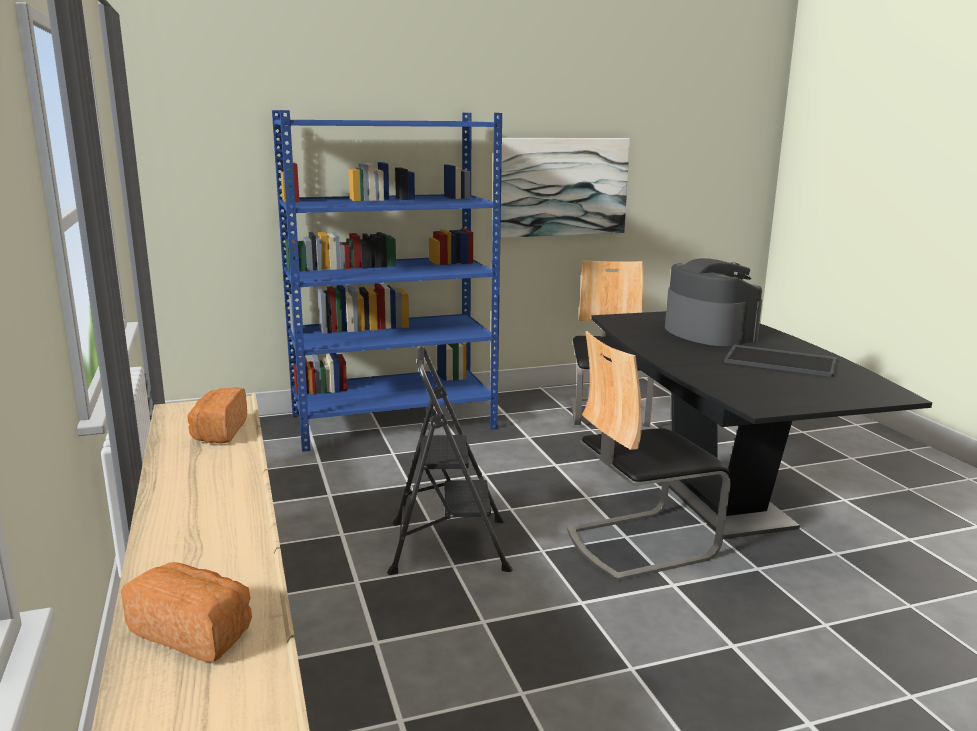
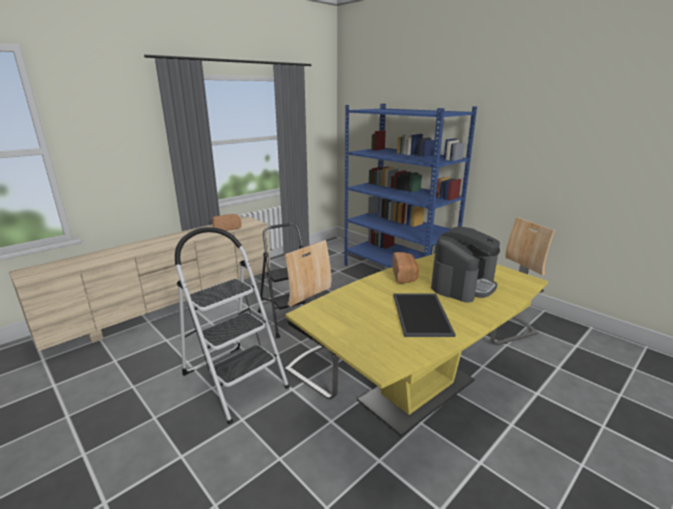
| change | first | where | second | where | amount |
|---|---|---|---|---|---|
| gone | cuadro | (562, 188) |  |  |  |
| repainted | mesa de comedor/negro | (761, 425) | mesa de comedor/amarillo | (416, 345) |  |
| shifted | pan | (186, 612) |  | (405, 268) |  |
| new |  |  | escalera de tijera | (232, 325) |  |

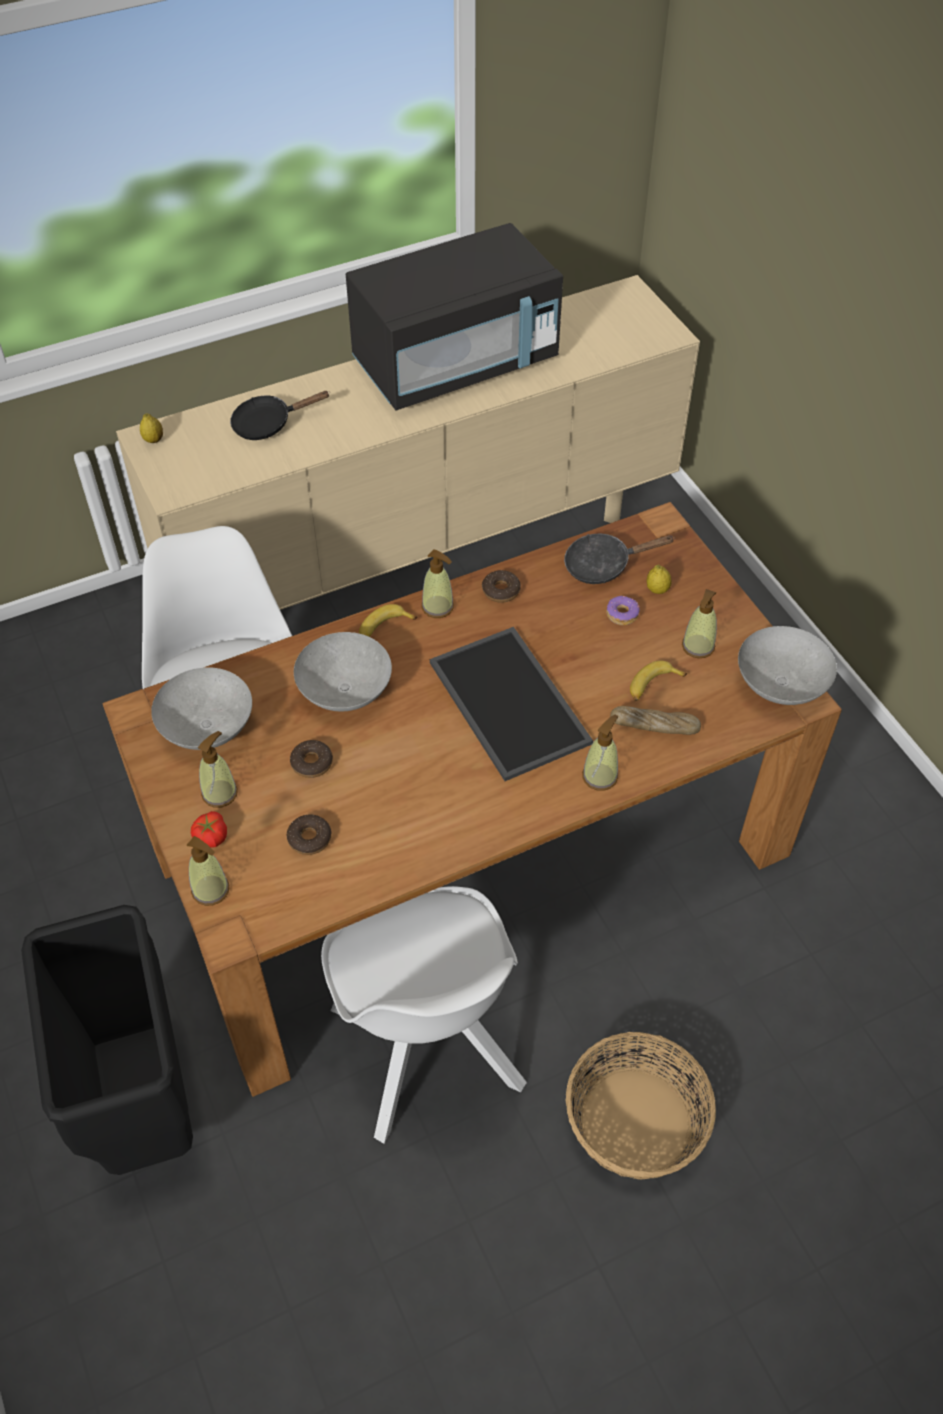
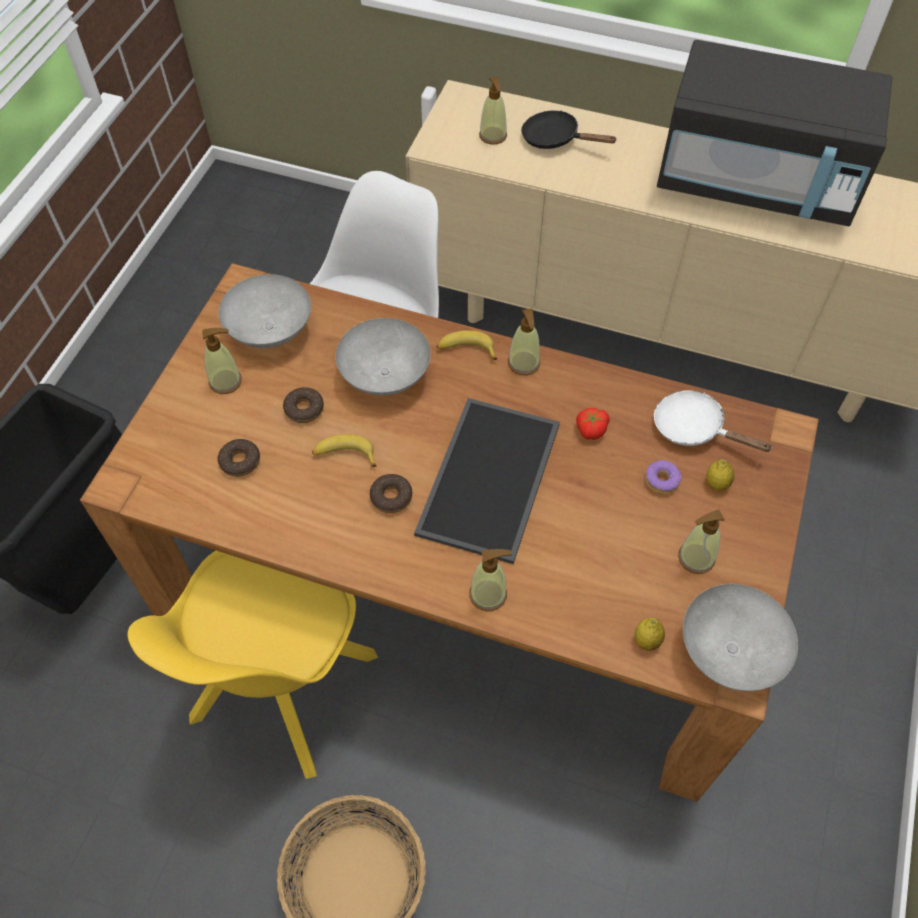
| change | first | where | second | where | amount |
|---|---|---|---|---|---|
| shifted | limón | (151, 428) |  | (650, 634) |  |
| repainted | sartén/negro | (619, 559) | sartén/blanco | (713, 421) |  |
| shifted | rosquilla | (501, 586) |  | (391, 493) |  |
| shifted | plátano | (658, 681) |  | (344, 450) |  |
| gone | pan | (655, 720) |  |  |  |
| shifted | tomate | (209, 829) |  | (593, 424) |  |
| shifted | dispensador de jabón | (208, 871) |  | (493, 111) |  |
| repainted | silla/blanco | (424, 1015) | silla/amarillo | (253, 665) |  |

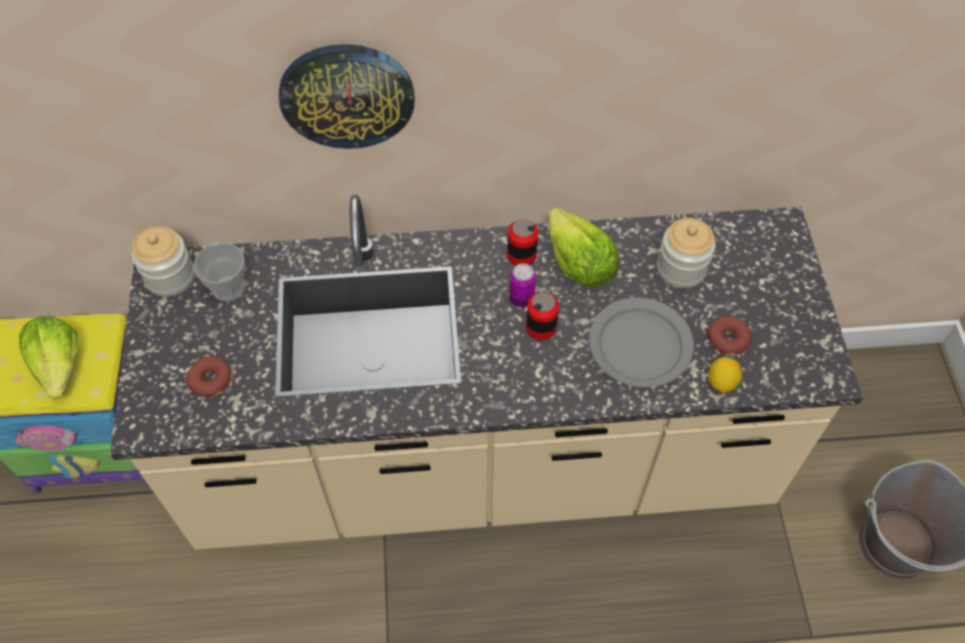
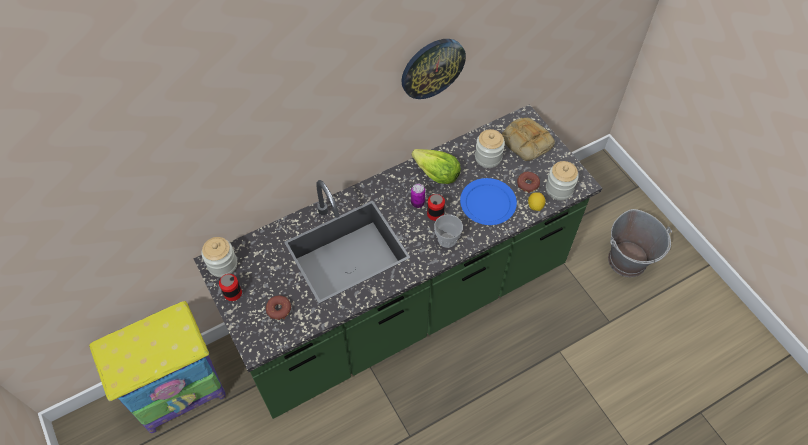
| change | first | where | second | where | amount |
|---|---|---|---|---|---|
| shifted | reloj de pared | (347, 96) |  | (433, 69) |  |
| repainted | mueble bajo de cocina/beis | (486, 372) | mueble bajo de cocina/verde | (397, 261) |  |
| shifted | lata | (522, 242) |  | (230, 287) |  |
| shifted | taza | (220, 272) |  | (448, 231) |  |
| repainted | plato/gris | (641, 342) | plato/azul | (488, 201) |  |
| gone | lechuga | (48, 357) |  |  |  |
| new |  |  | pan | (528, 139) |  |
| new |  |  | tarro | (562, 180) |  |

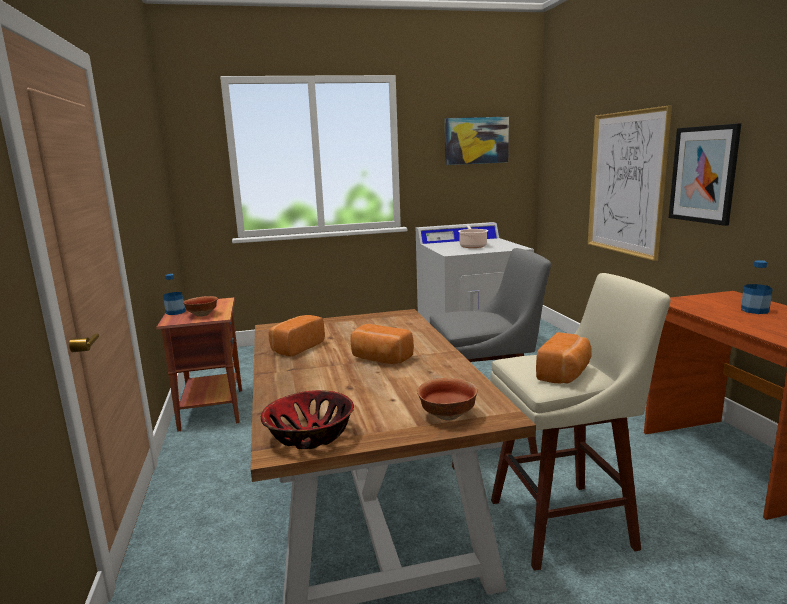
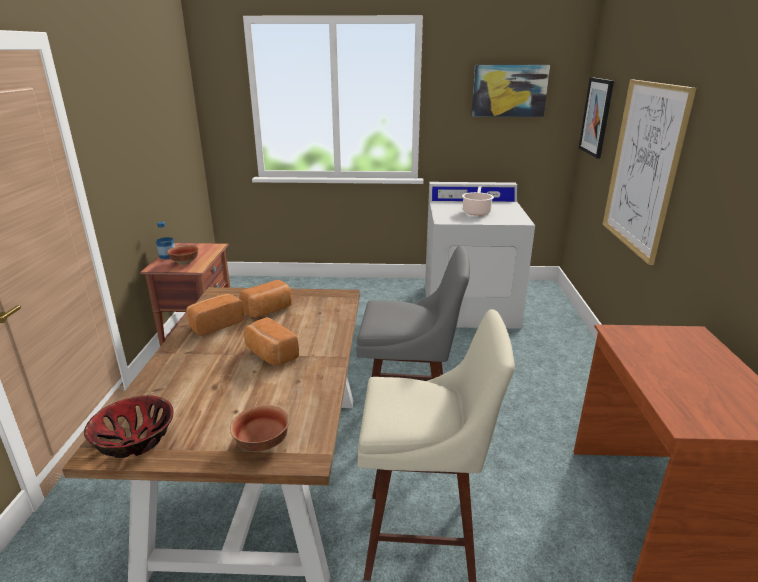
| change | first | where | second | where | amount |
|---|---|---|---|---|---|
| shifted | cuadro | (705, 174) |  | (596, 118) |  |
| gone | botella | (757, 287) |  |  |  |
| shifted | pan | (564, 358) |  | (265, 299) |  |

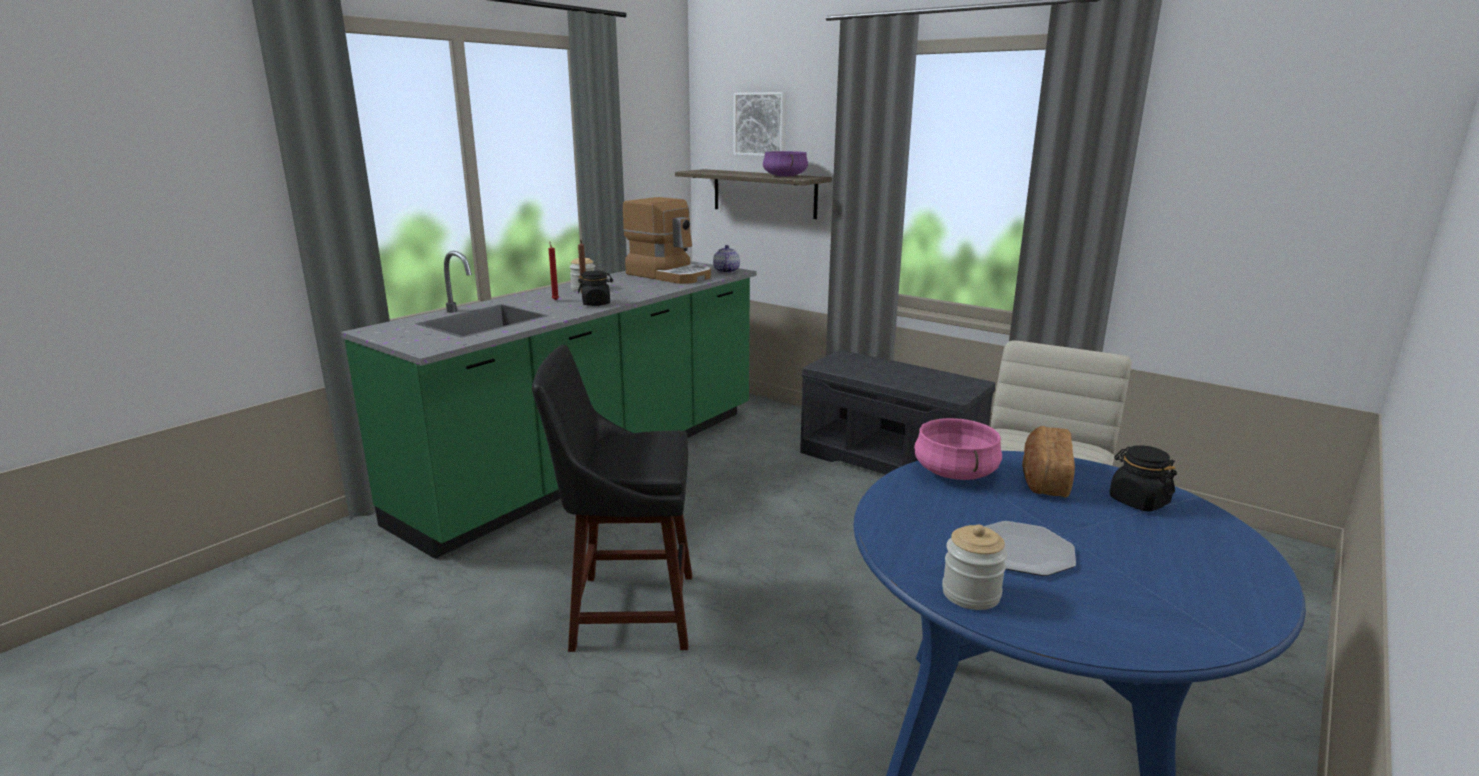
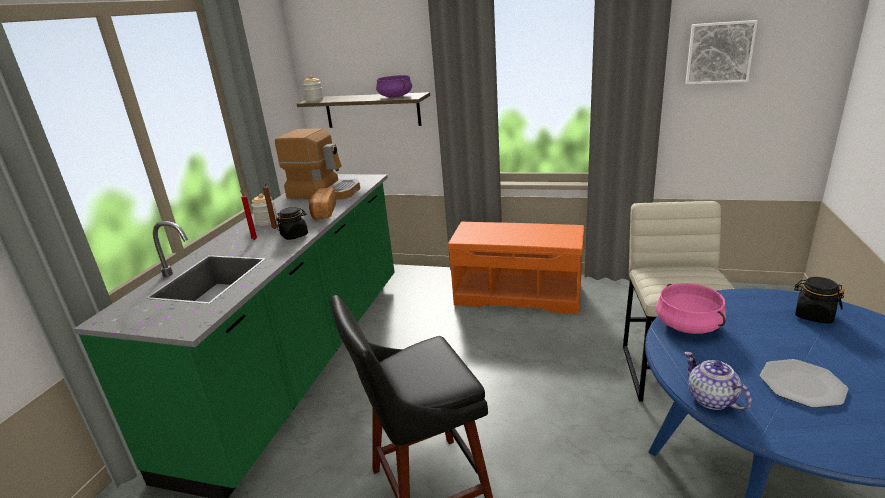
| change | first | where | second | where | amount |
|---|---|---|---|---|---|
| shifted | cuadro | (760, 124) |  | (721, 52) |  |
| shifted | tetera | (726, 259) |  | (718, 381) |  |
| repainted | banco/gris | (897, 412) | banco/naranja | (516, 268) |  |
| shifted | pan | (1048, 462) |  | (322, 203) |  |
| shifted | tarro | (975, 567) |  | (313, 88) |  |

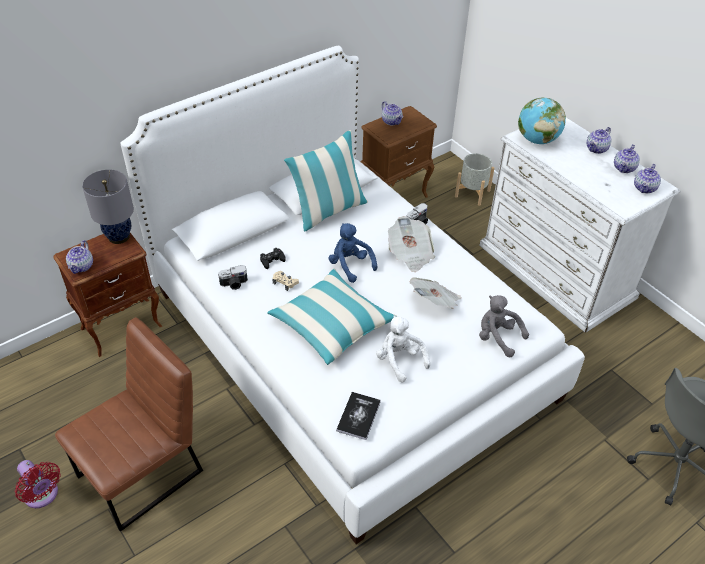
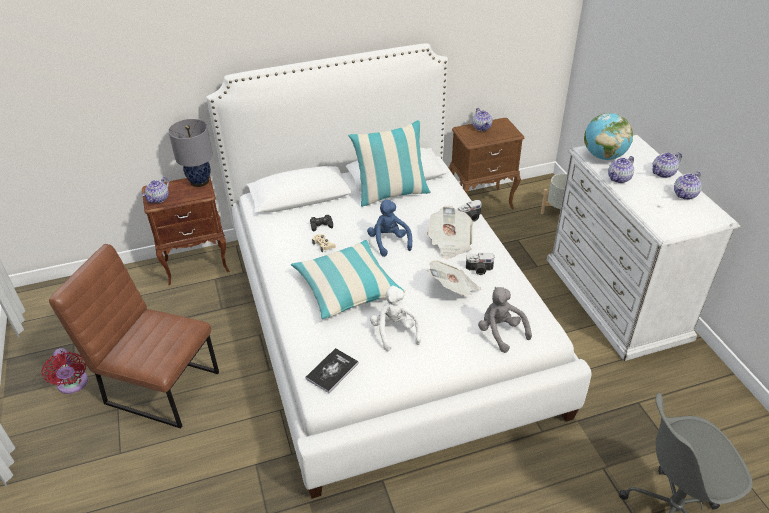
| change | first | where | second | where | amount |
|---|---|---|---|---|---|
| shifted | tetera | (647, 178) |  | (621, 169) |  |
| shifted | cámara | (233, 277) |  | (480, 264) |  |
| rotated | silla/marrón | (129, 424) |  | (134, 336) | 135 degrees counterclockwise |

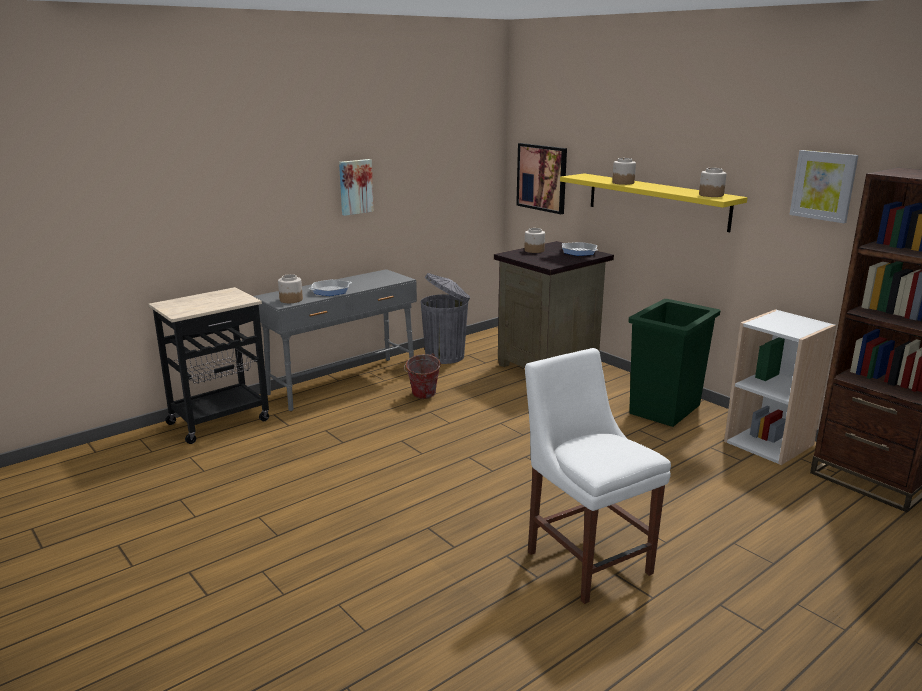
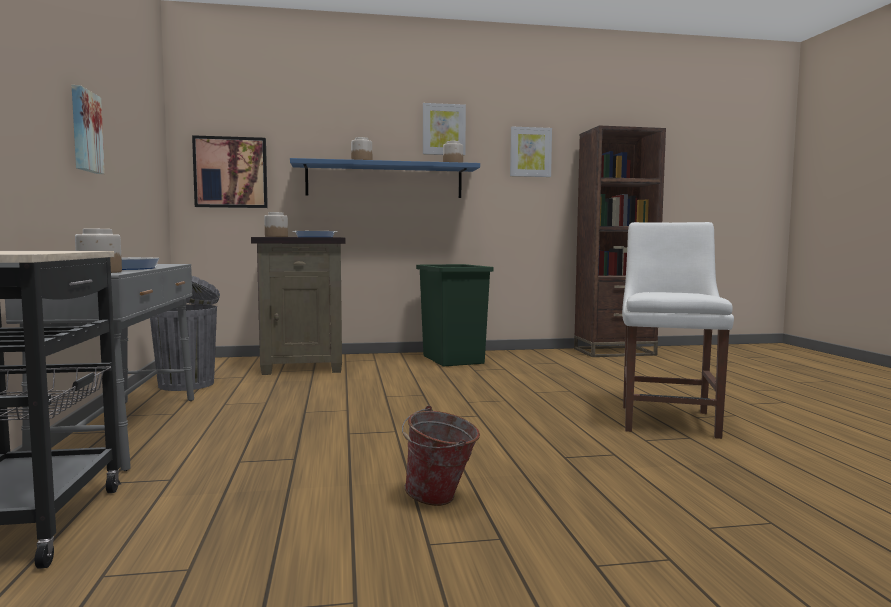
| change | first | where | second | where | amount |
|---|---|---|---|---|---|
| repainted | estante/amarillo | (654, 202) | estante/azul | (385, 178) |  |
| gone | estantería | (780, 387) |  |  |  |
| rotated | silla/blanco | (598, 476) |  | (678, 330) | 105 degrees clockwise |
| shifted | cubo | (422, 376) |  | (441, 456) |  |
| new |  |  | cuadro | (444, 129) |  |

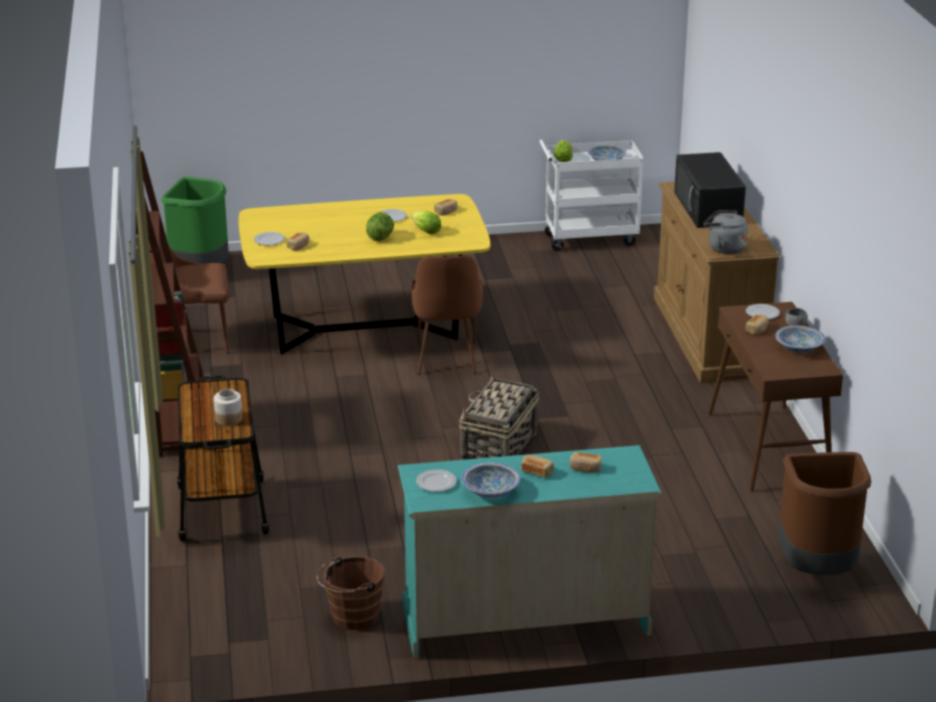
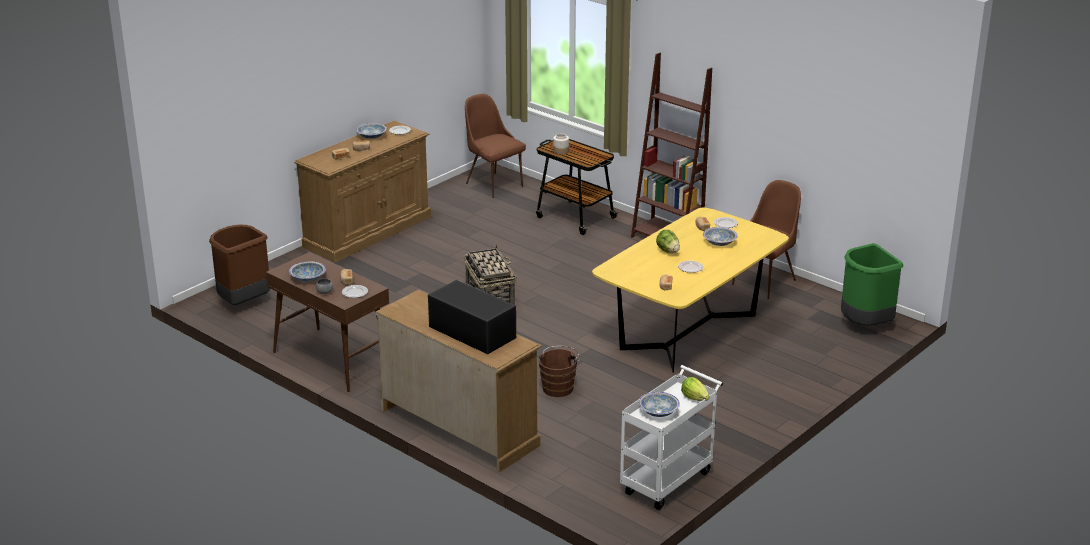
| change | first | where | second | where | amount |
|---|---|---|---|---|---|
| gone | hervidor/gris | (725, 232) |  |  |  |
| gone | lechuga | (426, 222) |  |  |  |
| shifted | silla/marrón | (447, 315) |  | (495, 146) |  |
| repainted | armario/turquesa | (530, 552) | armario/marrón | (362, 192) |  |
| shifted | cubo/marrón | (351, 593) |  | (558, 371) |  |
| new |  |  | cuenco | (720, 236) |  |

